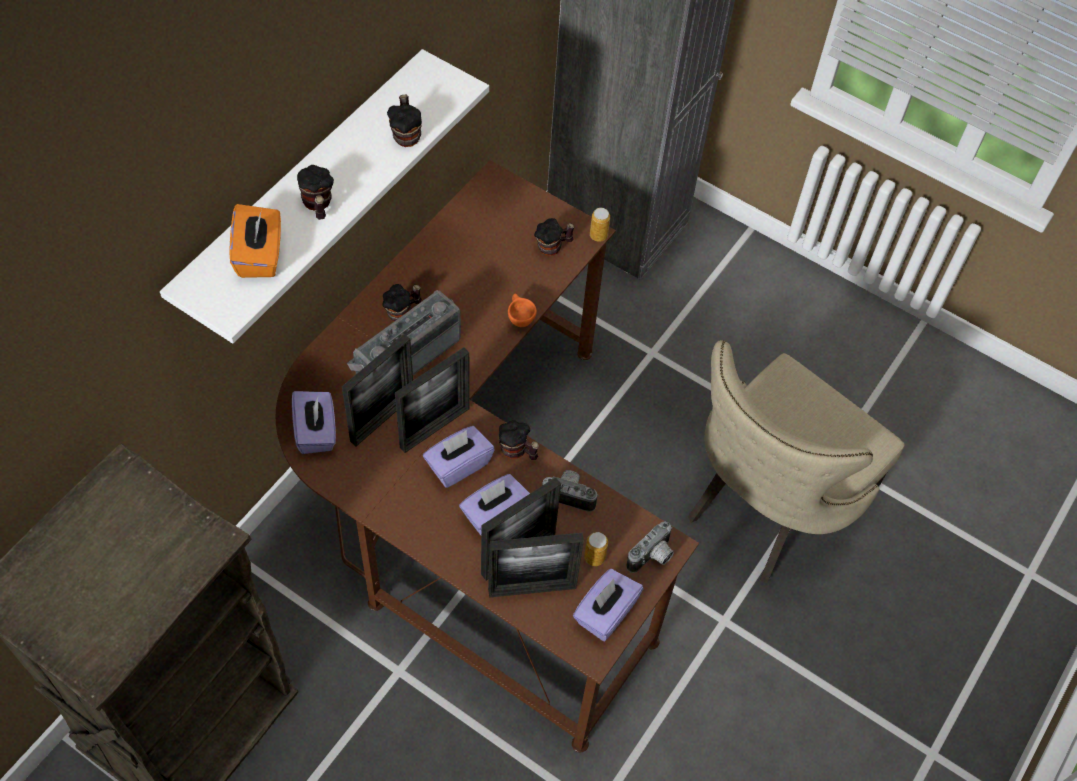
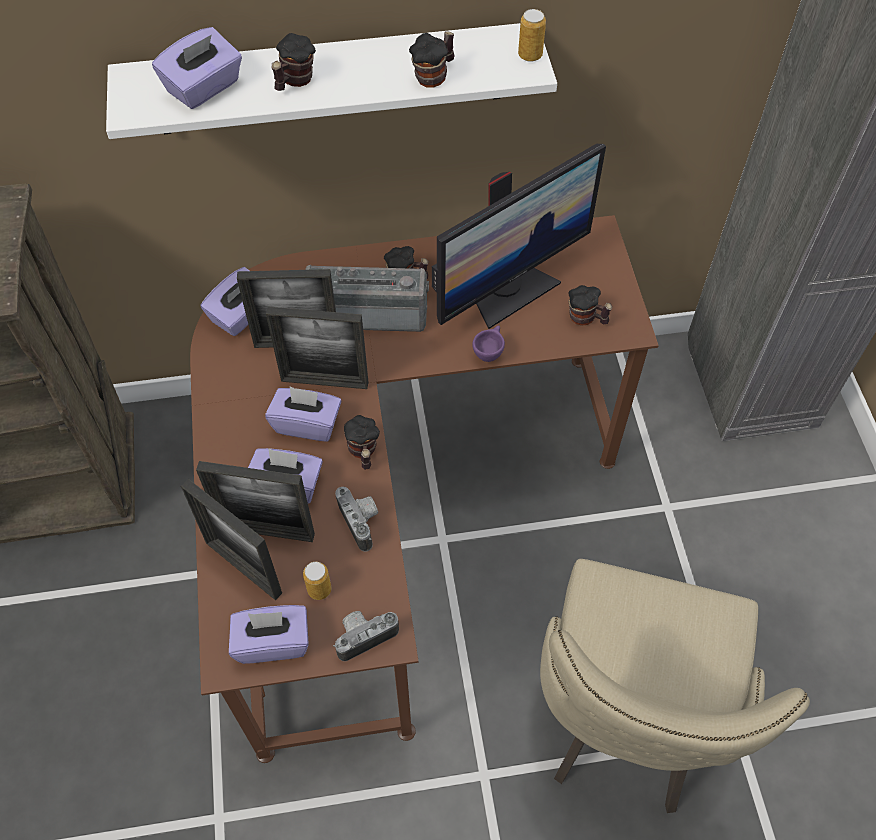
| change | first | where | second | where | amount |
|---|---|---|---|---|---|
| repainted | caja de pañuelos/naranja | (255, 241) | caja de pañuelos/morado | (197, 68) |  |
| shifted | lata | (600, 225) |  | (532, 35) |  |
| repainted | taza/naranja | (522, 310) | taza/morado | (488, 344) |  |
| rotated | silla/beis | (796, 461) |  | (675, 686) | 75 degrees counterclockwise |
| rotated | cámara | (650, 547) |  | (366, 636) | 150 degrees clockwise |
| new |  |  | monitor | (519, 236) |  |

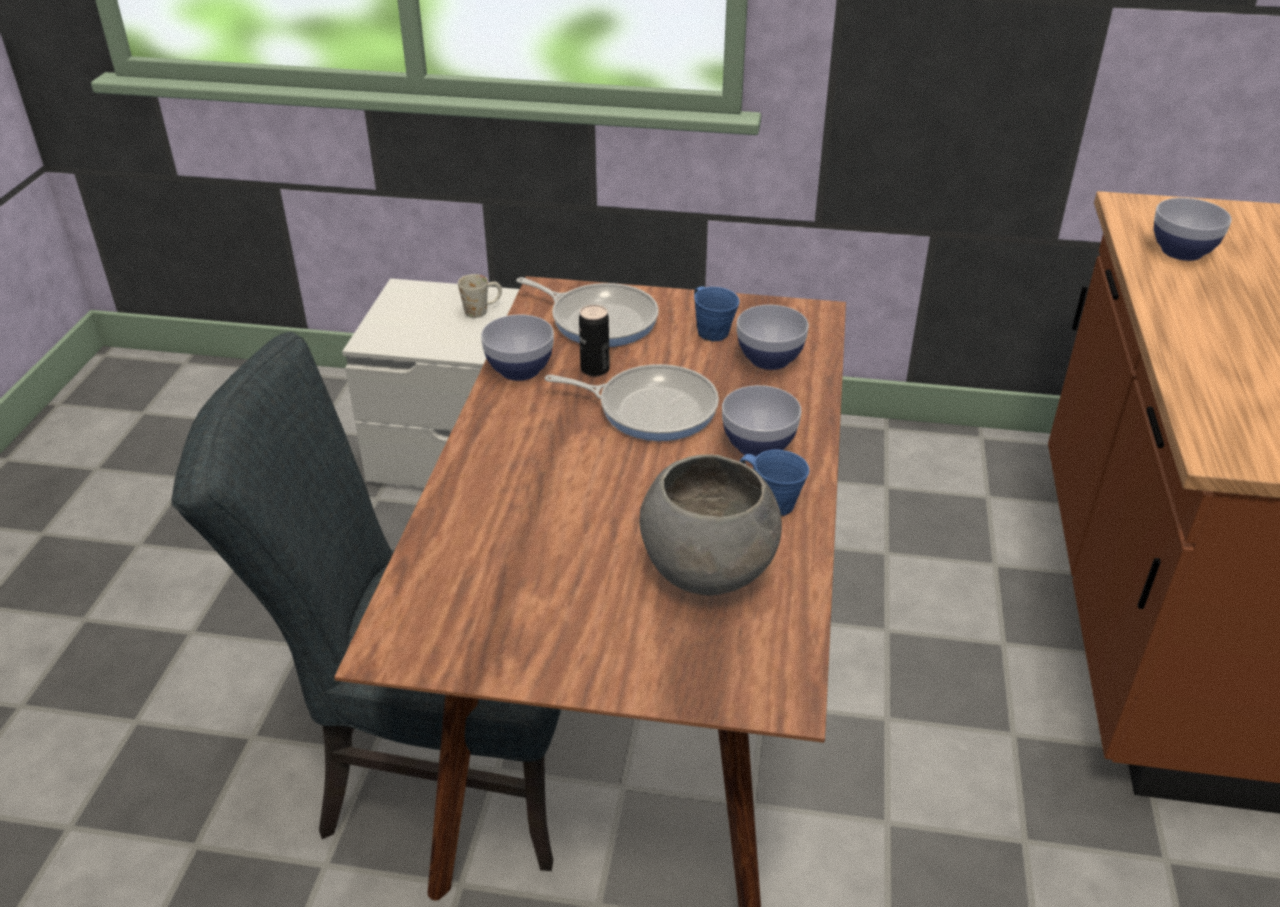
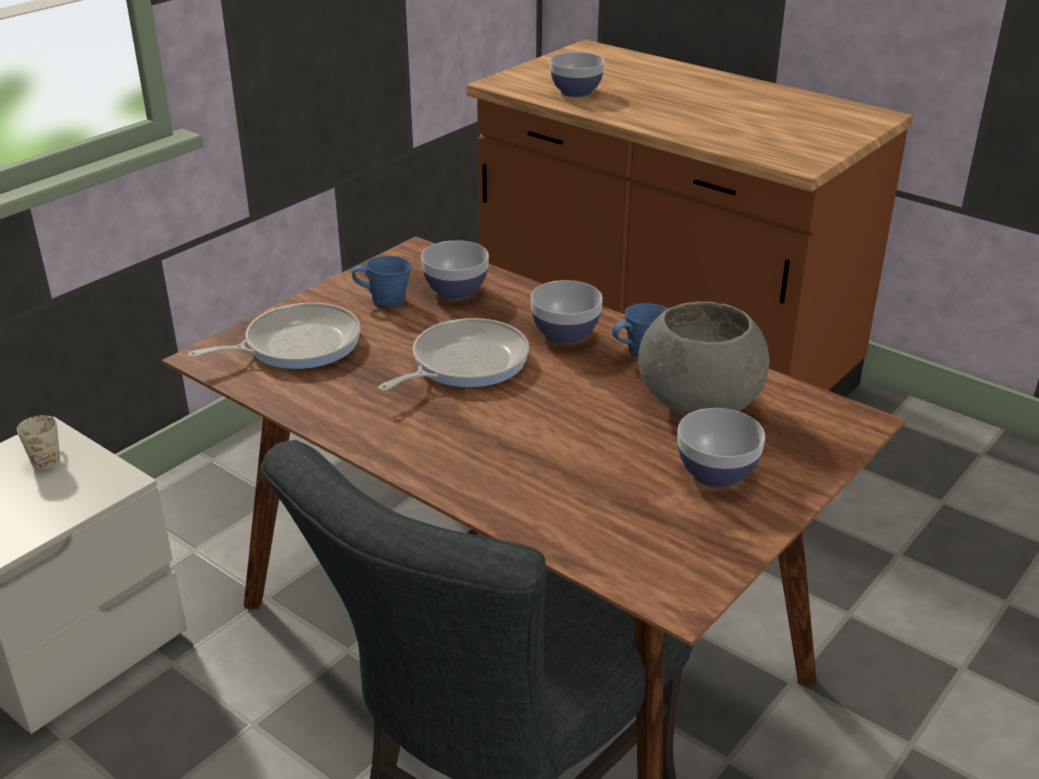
| change | first | where | second | where | amount |
|---|---|---|---|---|---|
| gone | lata | (594, 340) |  |  |  |
| shifted | cuenco | (517, 347) |  | (721, 448) |  |

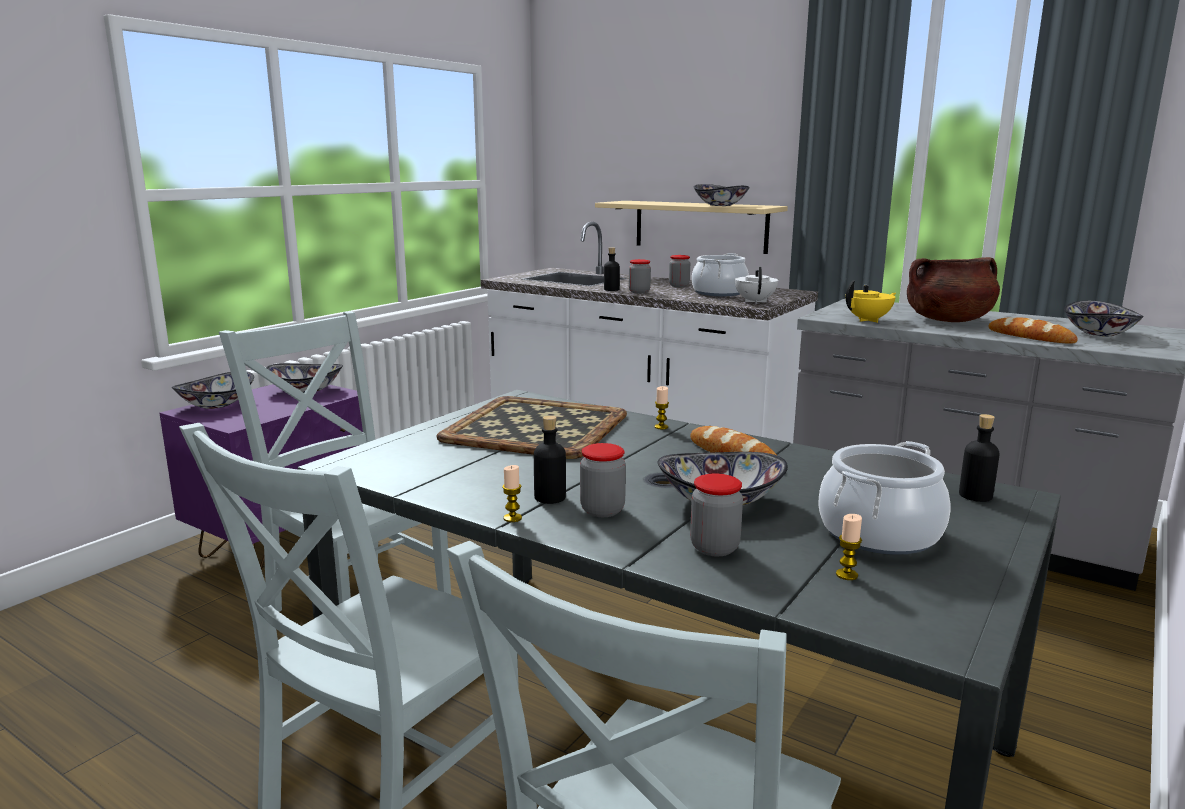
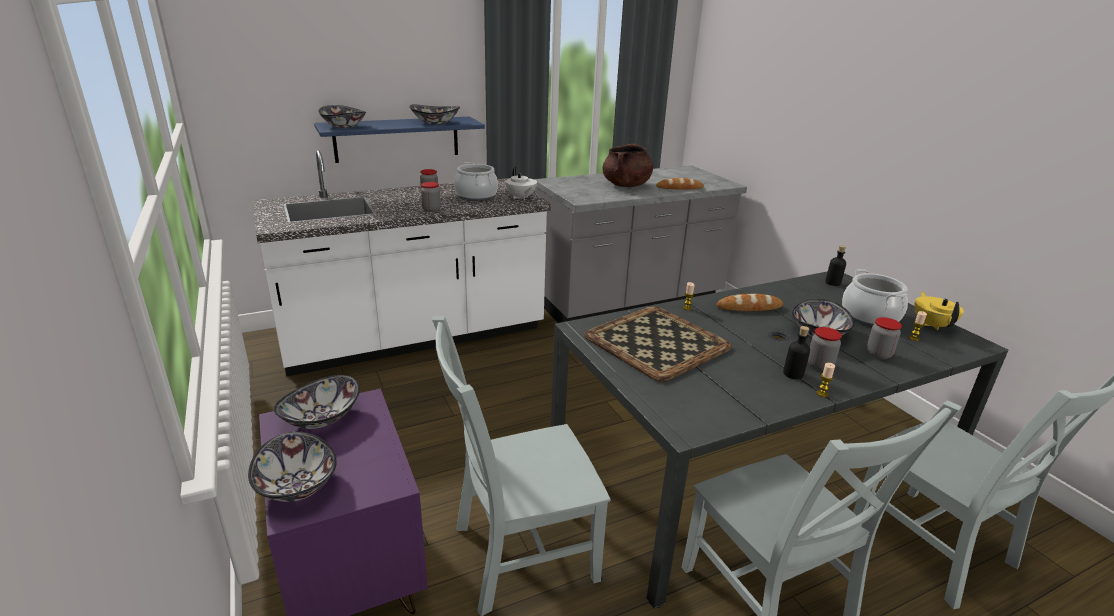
| change | first | where | second | where | amount |
|---|---|---|---|---|---|
| repainted | estante/beis | (691, 227) | estante/azul | (399, 140) |  |
| gone | botella/negro | (612, 269) |  |  |  |
| rotated | tetera/blanco | (756, 285) |  | (521, 183) | 150 degrees counterclockwise |
| shifted | tetera/amarillo | (870, 301) |  | (939, 310) |  |
| shifted | cuenco | (1104, 319) |  | (342, 116) |  |

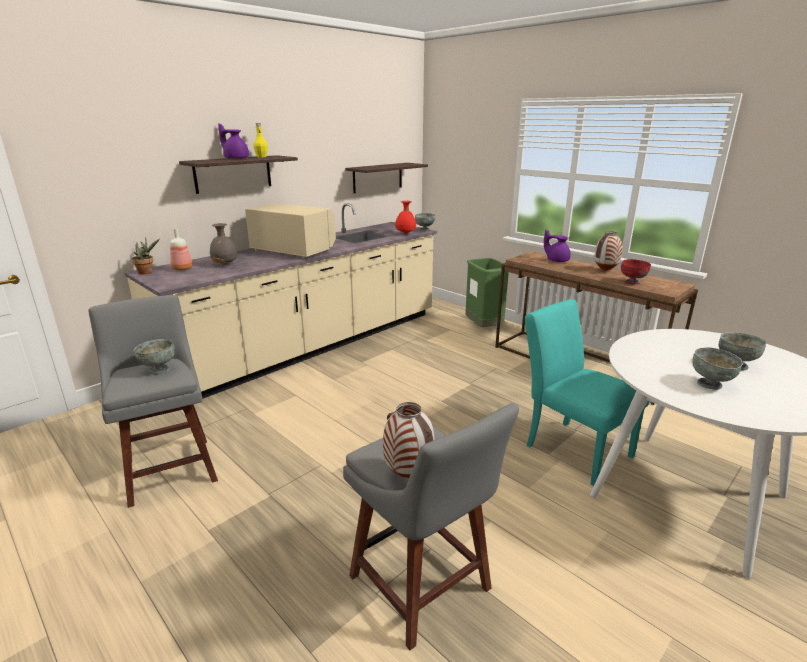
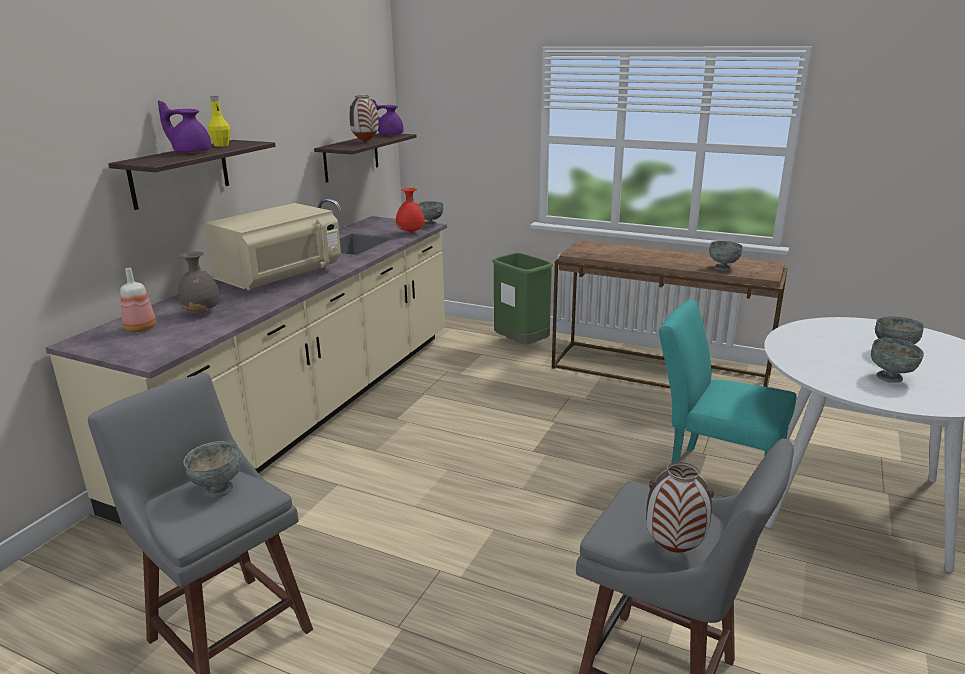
| change | first | where | second | where | amount |
|---|---|---|---|---|---|
| rotated | microondas/beis | (290, 231) |  | (273, 246) | 120 degrees clockwise |
| shifted | tetera/morado | (557, 245) |  | (387, 117) |  |
| shifted | florero | (608, 251) |  | (364, 118) |  |
| gone | planta en maceta | (146, 256) |  |  |  |
| repainted | cuenco/rojo | (636, 271) | cuenco/gris | (726, 256) |  |

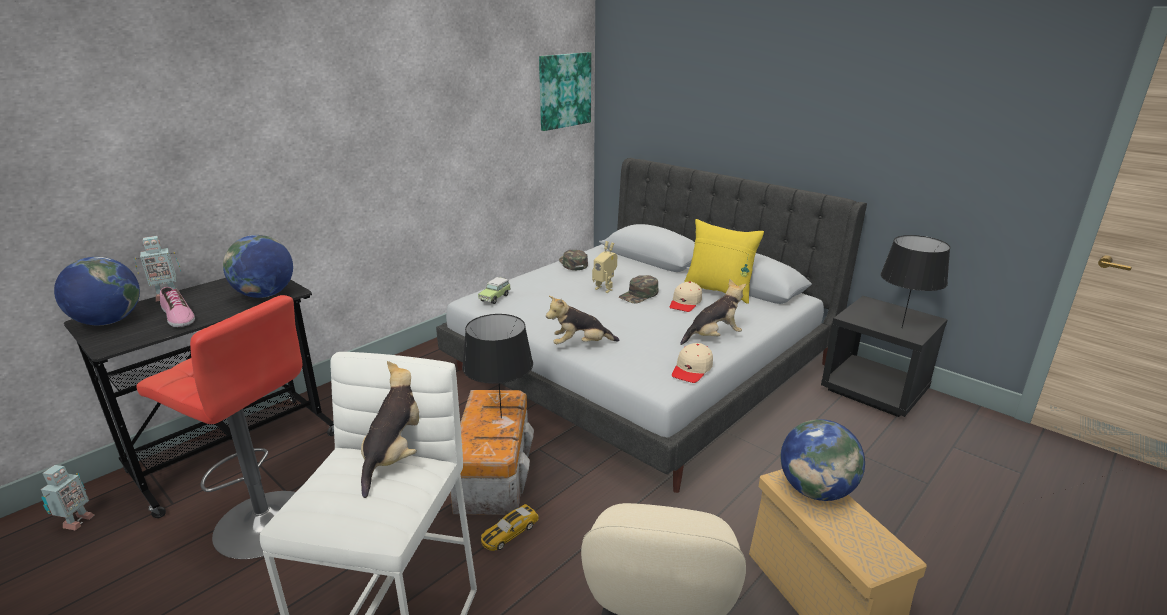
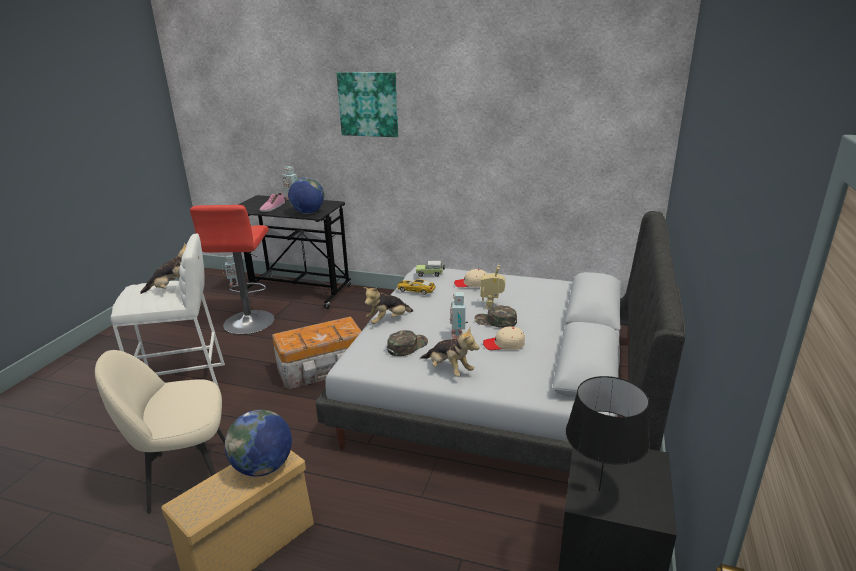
| change | first | where | second | where | amount |
|---|---|---|---|---|---|
| shifted | cuadro | (565, 91) |  | (367, 104) |  |
| gone | cojín/amarillo | (724, 261) |  |  |  |
| shifted | gorra/verde | (573, 260) |  | (407, 343) |  |
| gone | globo terráqueo | (97, 291) |  |  |  |
| rotated | peluche | (582, 320) |  | (388, 305) | 90 degrees counterclockwise |
| gone | lámpara de mesa/negro | (497, 366) |  |  |  |
| shifted | gorra/beis | (692, 363) |  | (470, 278) |  |
| shifted | coche de juguete | (510, 527) |  | (416, 287) |  |
| new |  |  | robot de juguete | (458, 315) |  |

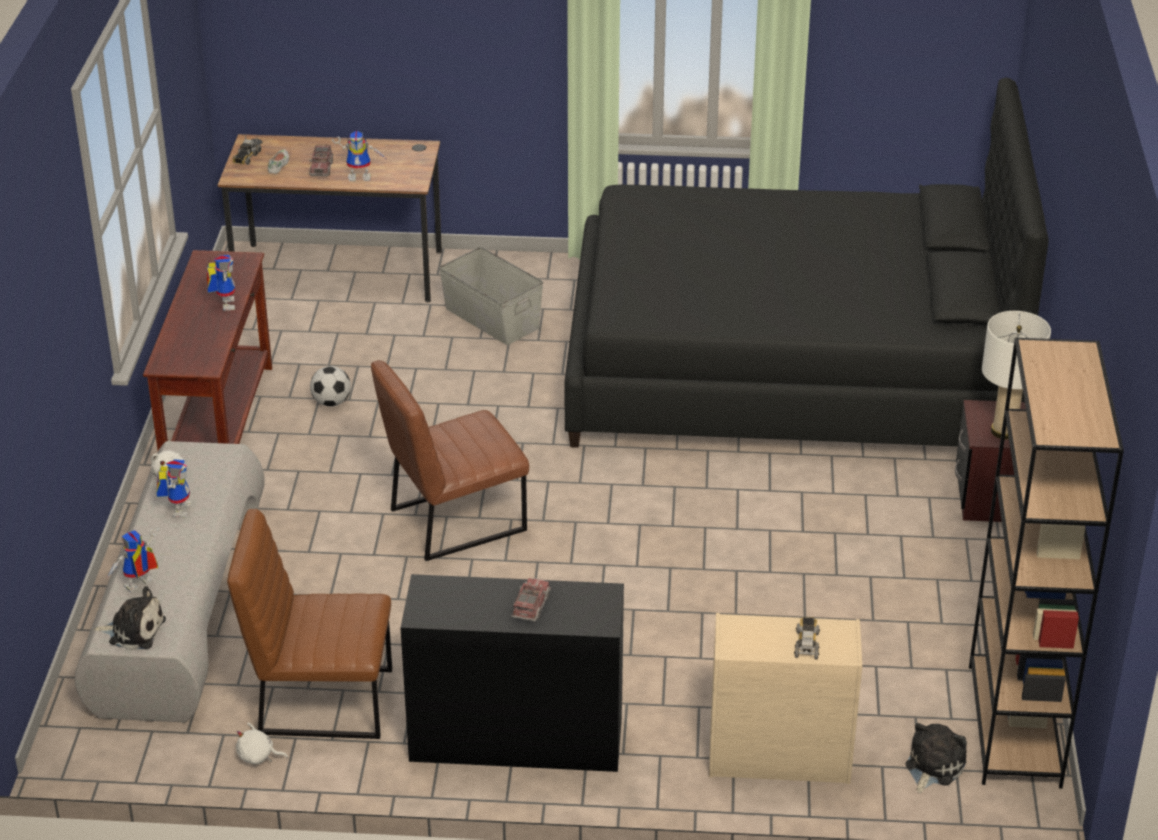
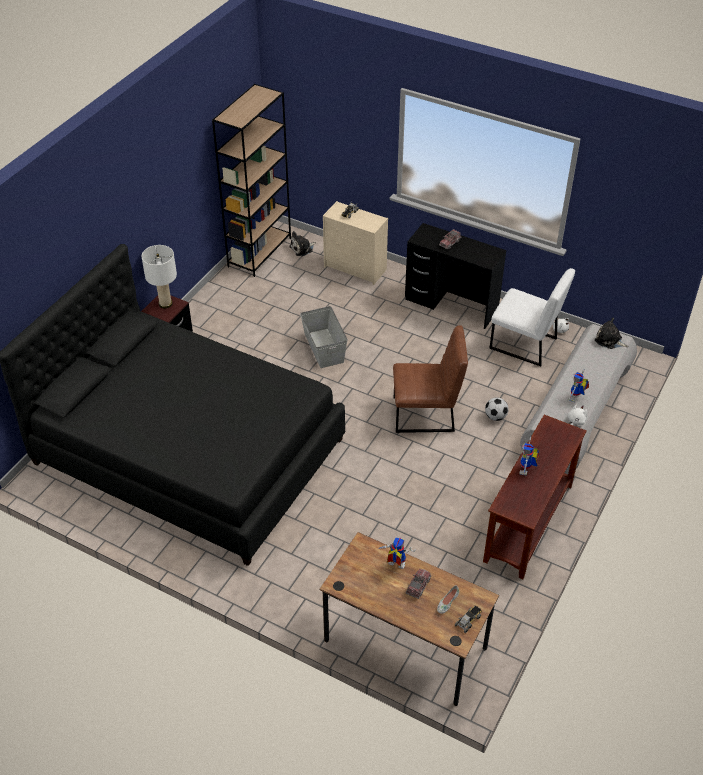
| change | first | where | second | where | amount |
|---|---|---|---|---|---|
| shifted | caja de almacenaje/gris | (491, 296) |  | (324, 337) |  |
| shifted | balón de fútbol | (330, 386) |  | (497, 409) |  |
| repainted | silla/marrón | (309, 624) | silla/blanco | (532, 317) |  |
| gone | robot de juguete | (132, 560) |  |  |  |

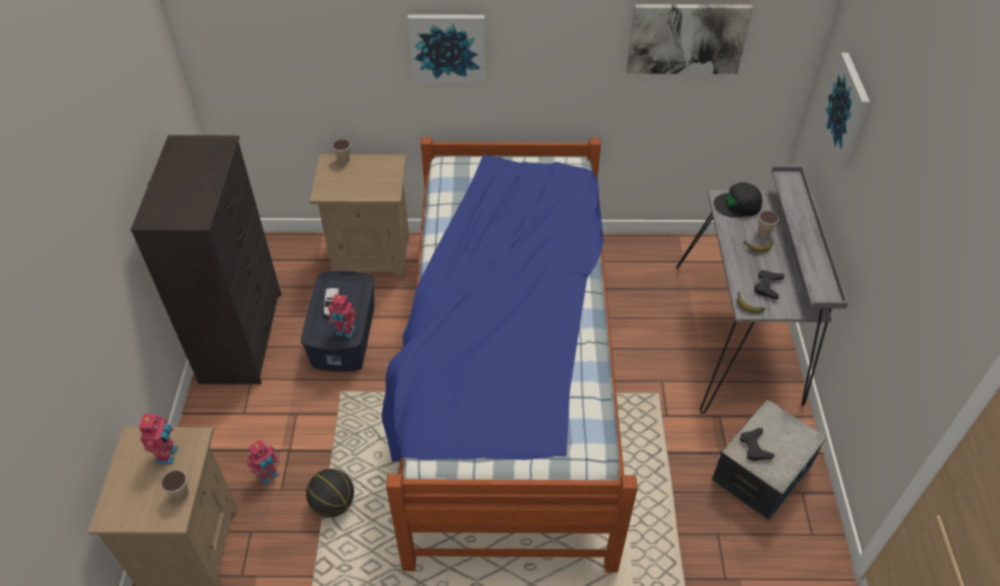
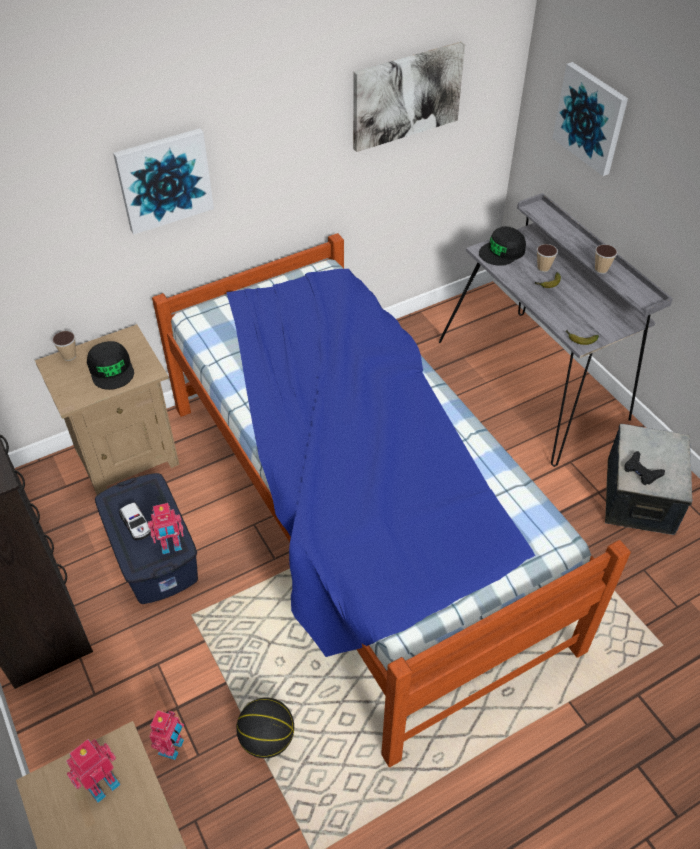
| change | first | where | second | where | amount |
|---|---|---|---|---|---|
| gone | mando de consola/negro | (769, 284) |  |  |  |
| rotated | robot de juguete | (158, 438) |  | (93, 771) | 105 degrees counterclockwise |
| shifted | taza | (175, 485) |  | (606, 259) |  |
| new |  |  | gorra/negro | (110, 365) |  |

